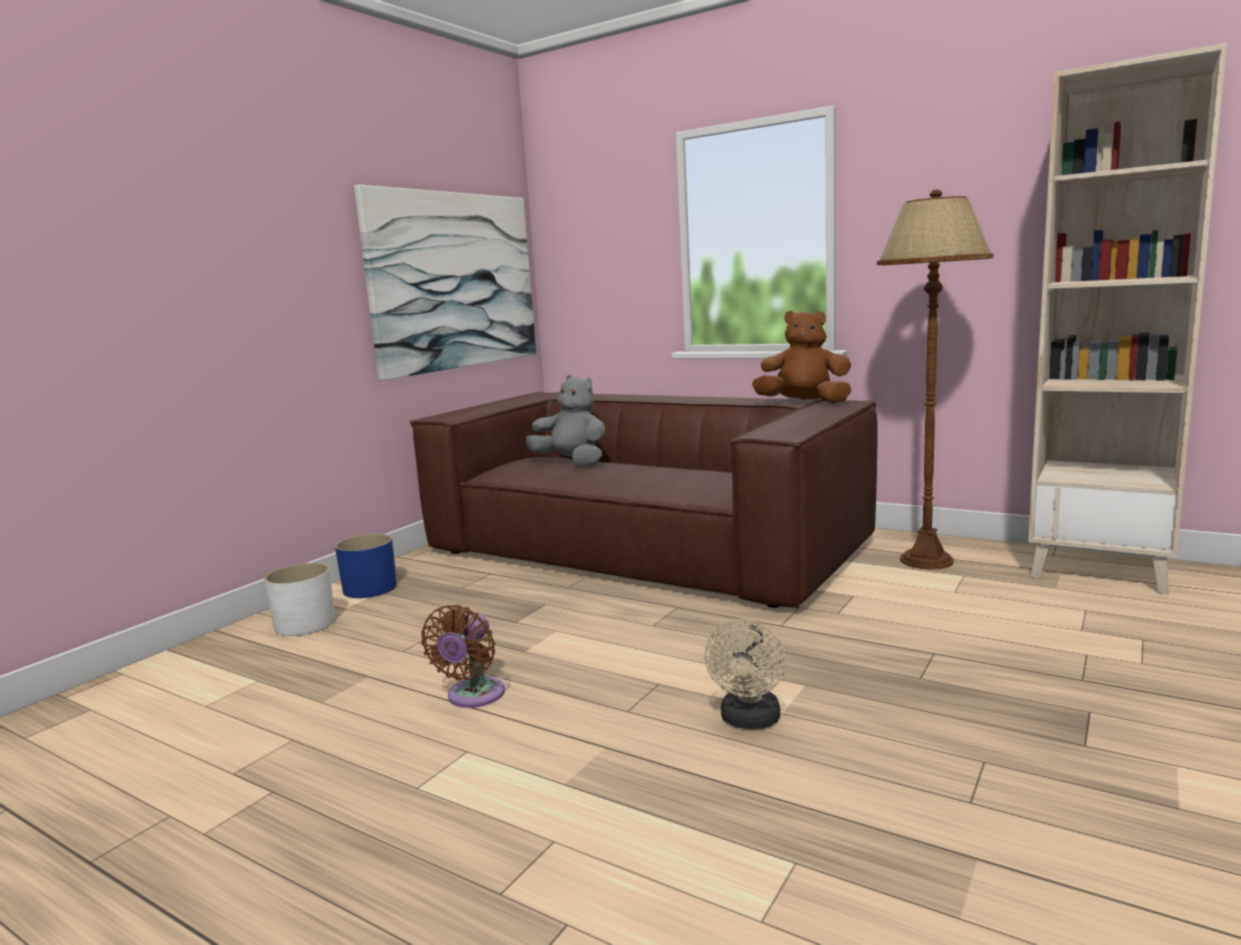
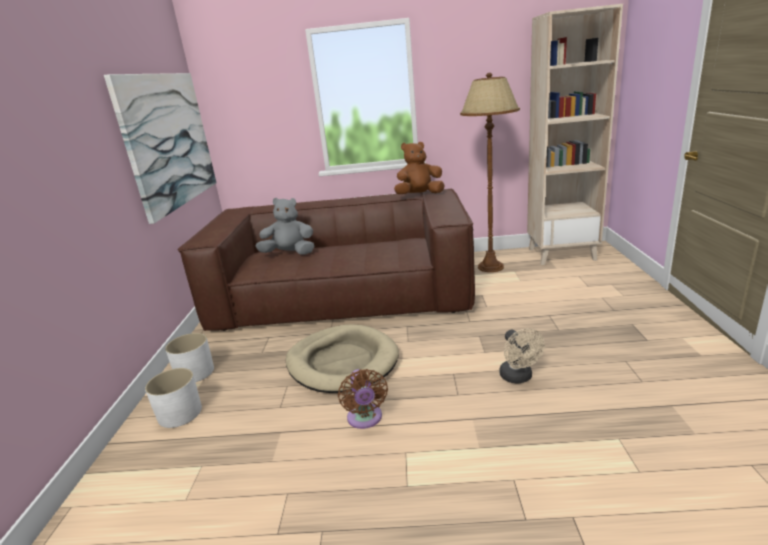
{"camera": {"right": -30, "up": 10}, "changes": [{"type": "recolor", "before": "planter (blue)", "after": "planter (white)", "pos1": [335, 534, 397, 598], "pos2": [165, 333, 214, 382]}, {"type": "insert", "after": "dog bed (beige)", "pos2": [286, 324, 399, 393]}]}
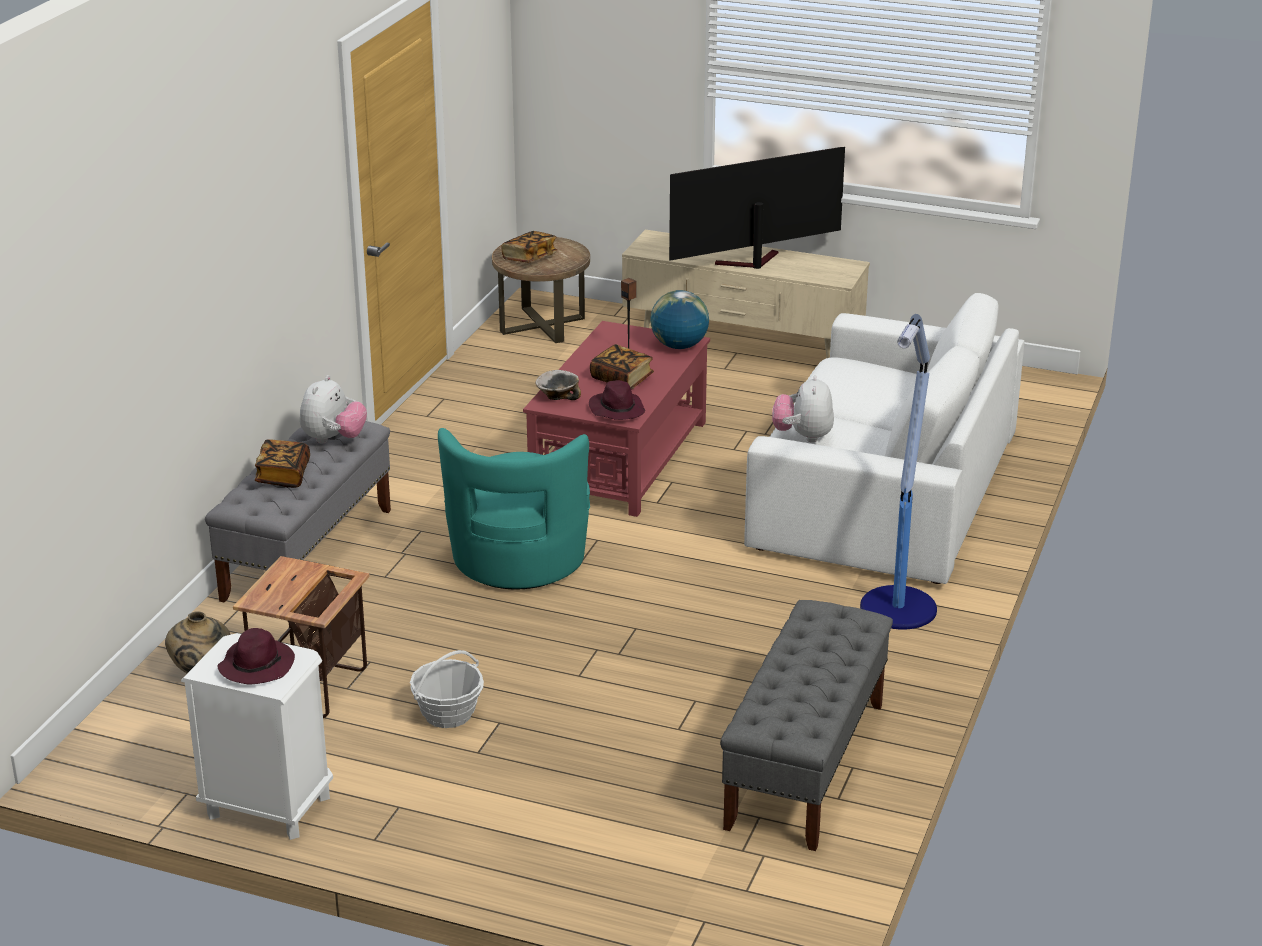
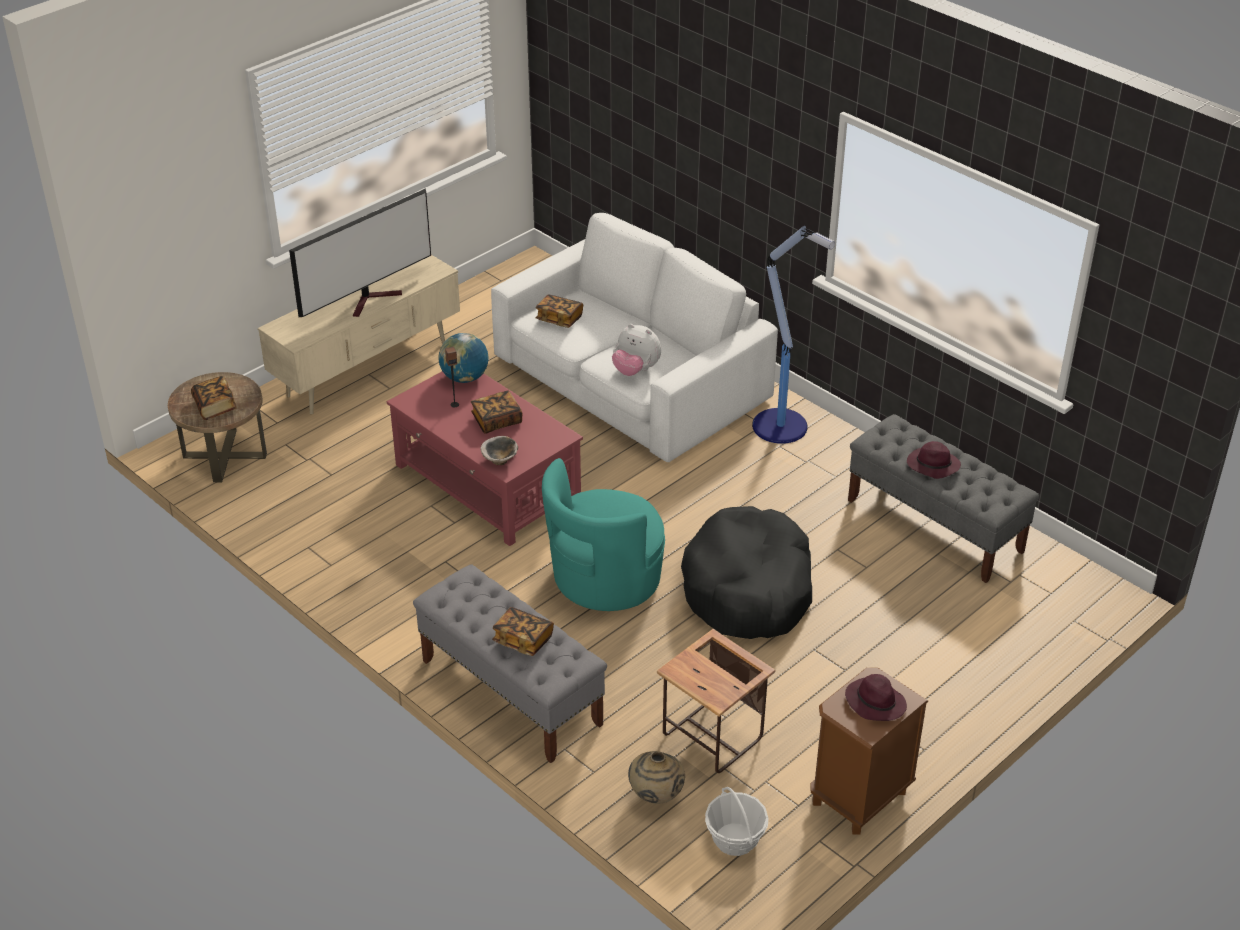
{"camera": {"right": -65, "up": 10}, "changes": [{"type": "recolor", "before": "nightstand (white)", "after": "nightstand (brown)", "pos1": [181, 633, 333, 840], "pos2": [810, 668, 928, 834]}, {"type": "delete", "before": "plush toy", "pos1": [300, 375, 367, 444]}, {"type": "move", "before": "basket", "pos1": [410, 650, 484, 728], "pos2": [705, 787, 768, 856]}, {"type": "rotate", "before": "armchair (turquoise)", "pos1": [438, 428, 590, 589], "pos2": [542, 458, 665, 611], "turn": 105}, {"type": "move", "before": "hat (purple)", "pos1": [589, 380, 645, 420], "pos2": [907, 441, 961, 479]}, {"type": "rotate", "before": "television", "pos1": [669, 147, 845, 269], "pos2": [289, 188, 431, 317], "turn": -135}, {"type": "insert", "after": "book", "pos2": [535, 294, 583, 328]}, {"type": "insert", "after": "dog bed (black)", "pos2": [681, 506, 812, 639]}]}
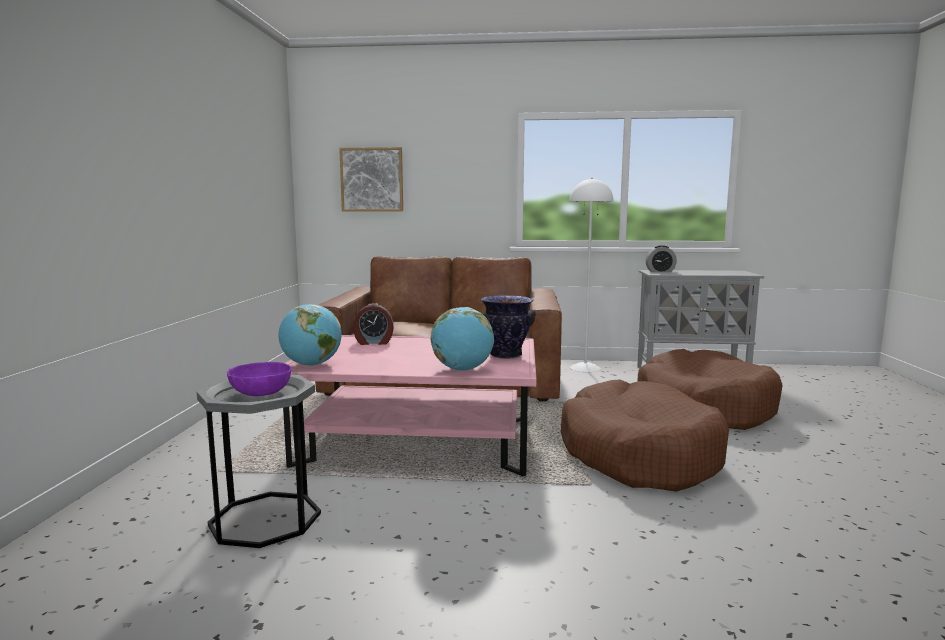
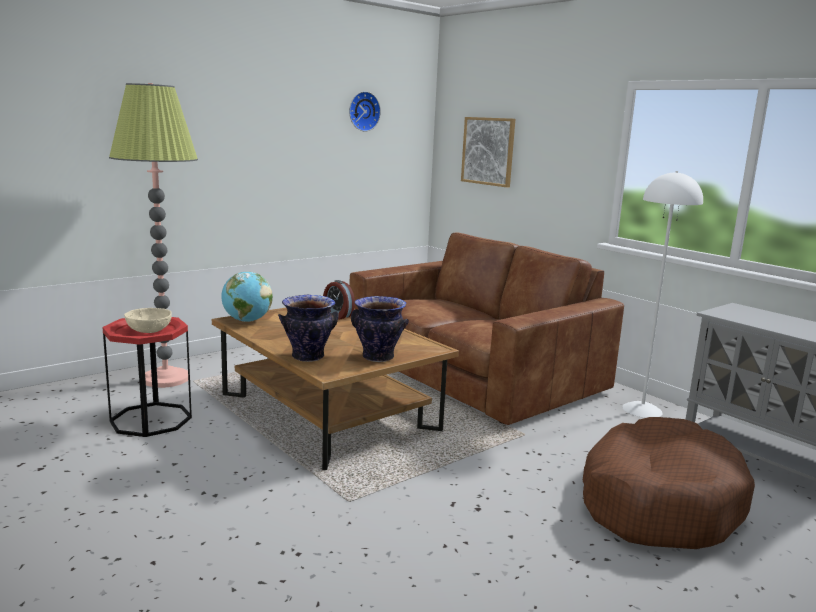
{"camera": {"right": 45, "up": 5}, "changes": [{"type": "recolor", "before": "side table (grey)", "after": "side table (red)", "pos1": [197, 375, 321, 548], "pos2": [102, 317, 192, 437]}, {"type": "recolor", "before": "bowl (purple)", "after": "bowl (beige)", "pos1": [227, 362, 292, 396], "pos2": [124, 308, 172, 333]}, {"type": "recolor", "before": "coffee table (pink)", "after": "coffee table (brown)", "pos1": [283, 335, 537, 477], "pos2": [212, 308, 459, 470]}, {"type": "replace", "before": "globe", "after": "vase", "pos1": [431, 307, 494, 371], "pos2": [278, 295, 339, 362]}, {"type": "delete", "before": "dog bed (brown)", "pos1": [561, 379, 729, 492]}, {"type": "delete", "before": "alarm clock", "pos1": [646, 245, 677, 272]}, {"type": "insert", "after": "floor lamp", "pos2": [109, 83, 198, 388]}, {"type": "insert", "after": "wall clock", "pos2": [349, 91, 381, 132]}]}
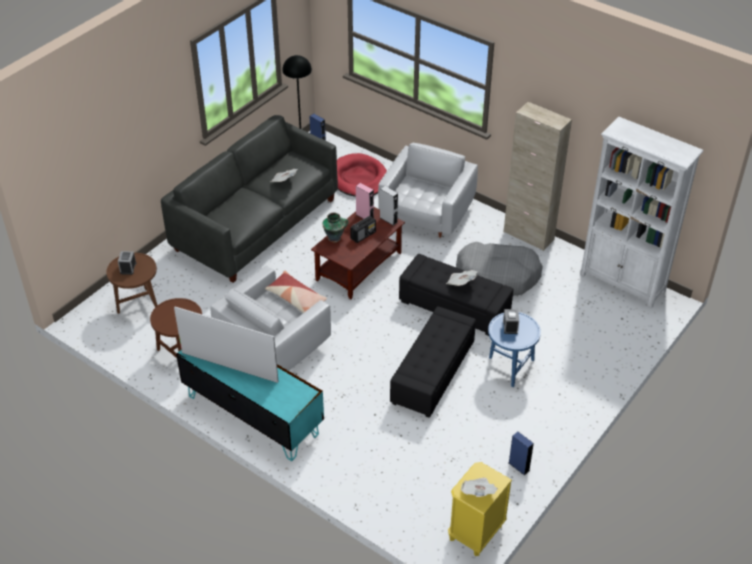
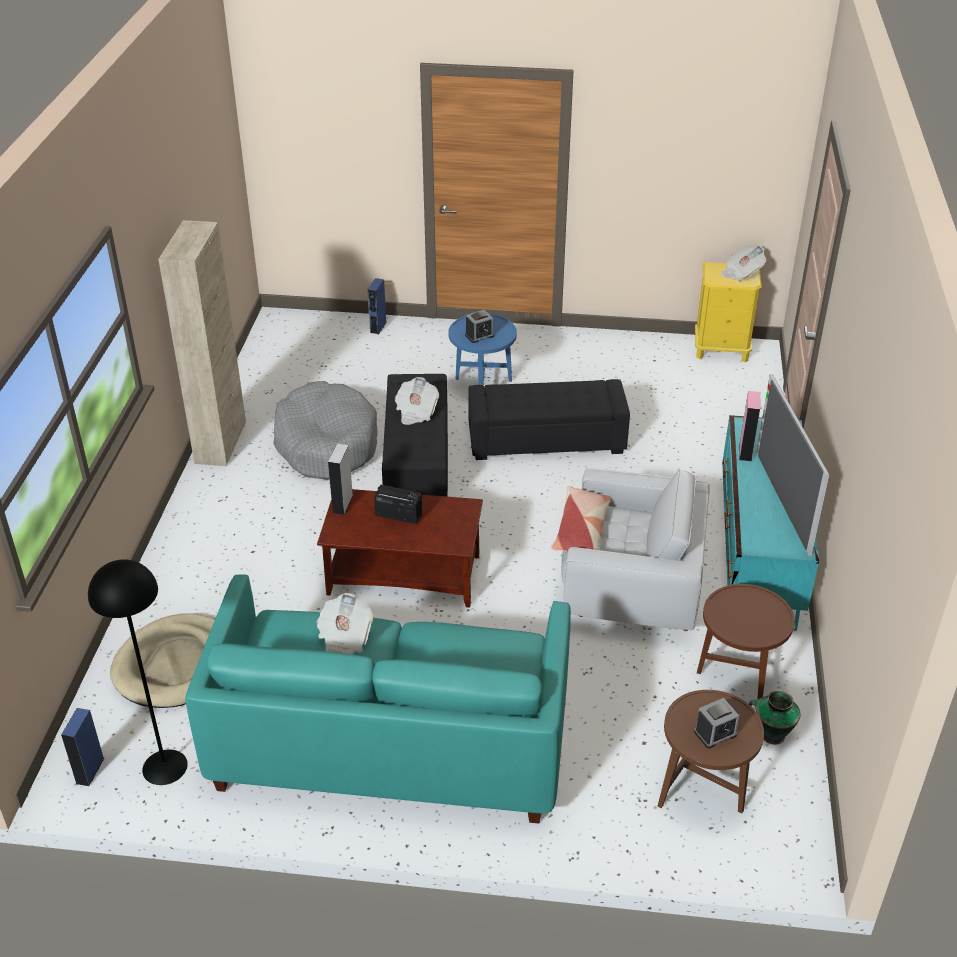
{"camera": {"right": -120, "up": -5}, "changes": [{"type": "recolor", "before": "sofa (grey)", "after": "sofa (turquoise)", "pos1": [161, 115, 338, 283], "pos2": [185, 574, 571, 823]}, {"type": "move", "before": "vase", "pos1": [322, 213, 348, 242], "pos2": [748, 690, 800, 745]}, {"type": "recolor", "before": "dog bed (red)", "after": "dog bed (beige)", "pos1": [337, 153, 387, 197], "pos2": [110, 614, 215, 708]}, {"type": "move", "before": "speaker (pink)", "pos1": [356, 183, 374, 219], "pos2": [739, 391, 760, 461]}, {"type": "delete", "before": "armchair (white)", "pos1": [378, 143, 478, 238]}, {"type": "move", "before": "speaker (blue)", "pos1": [509, 432, 534, 475], "pos2": [368, 278, 386, 334]}, {"type": "delete", "before": "bookcase (white)", "pos1": [580, 117, 703, 309]}]}
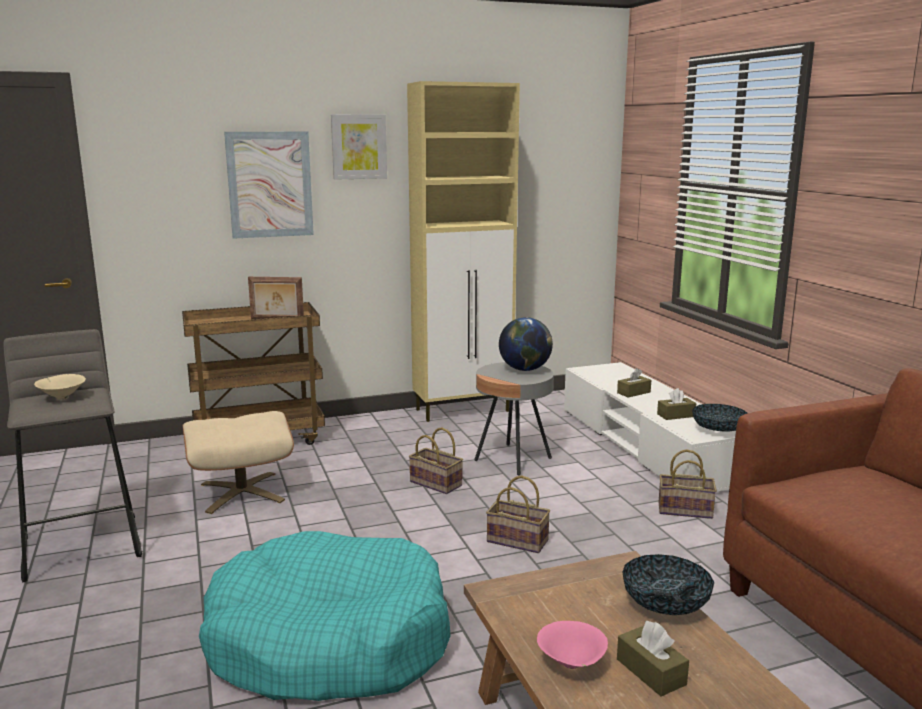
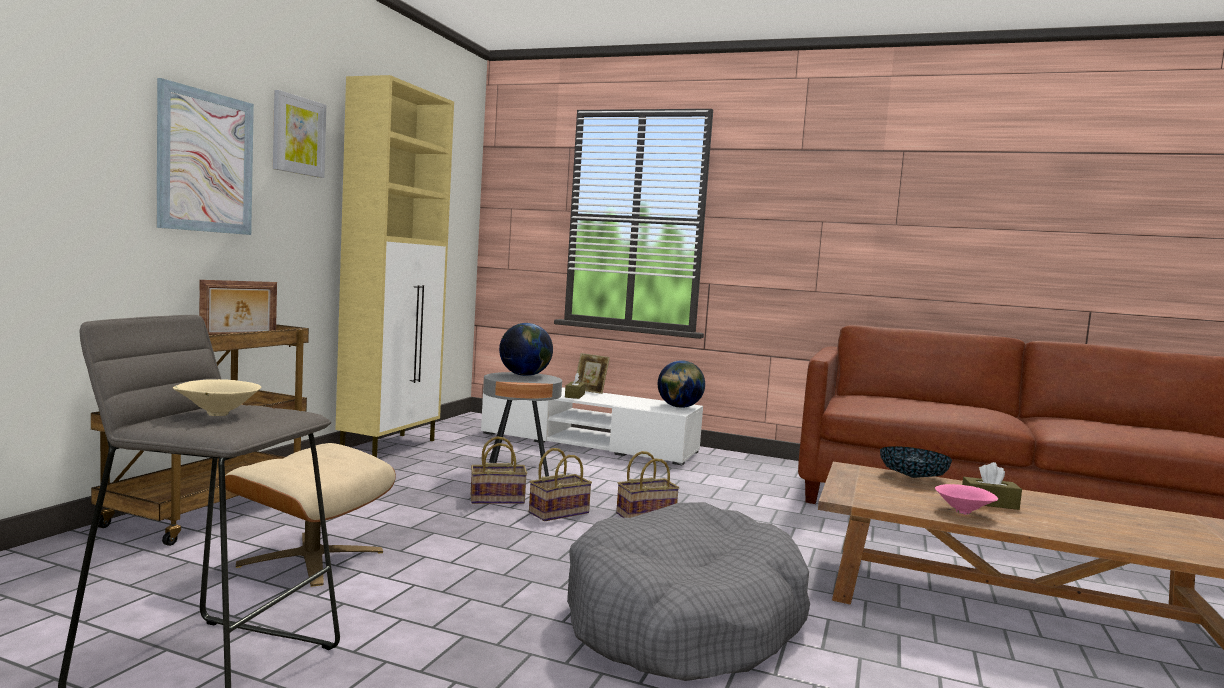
{"camera": {"right": -50, "up": -10}, "changes": [{"type": "recolor", "before": "dog bed (turquoise)", "after": "dog bed (grey)", "pos1": [199, 531, 450, 701], "pos2": [567, 502, 810, 681]}, {"type": "delete", "before": "tissue box (brown)", "pos1": [657, 388, 697, 420]}, {"type": "move", "before": "basket", "pos1": [659, 449, 717, 519], "pos2": [529, 448, 592, 521]}, {"type": "replace", "before": "bowl", "after": "globe", "pos1": [692, 404, 748, 431], "pos2": [658, 360, 705, 408]}, {"type": "insert", "after": "picture frame", "pos2": [576, 353, 610, 394]}]}
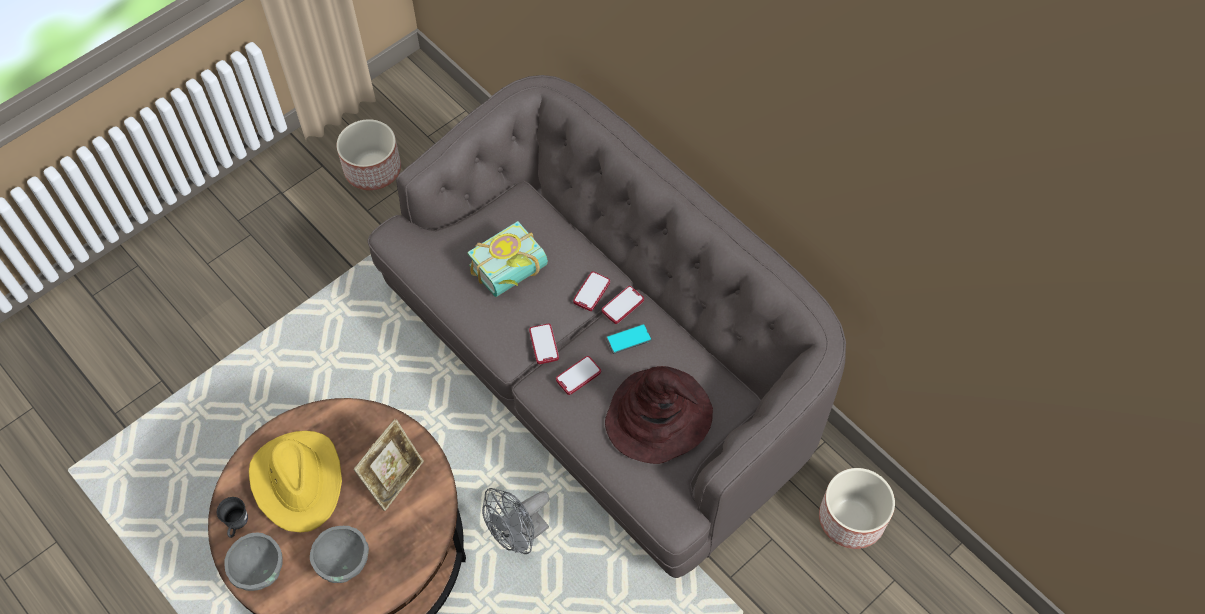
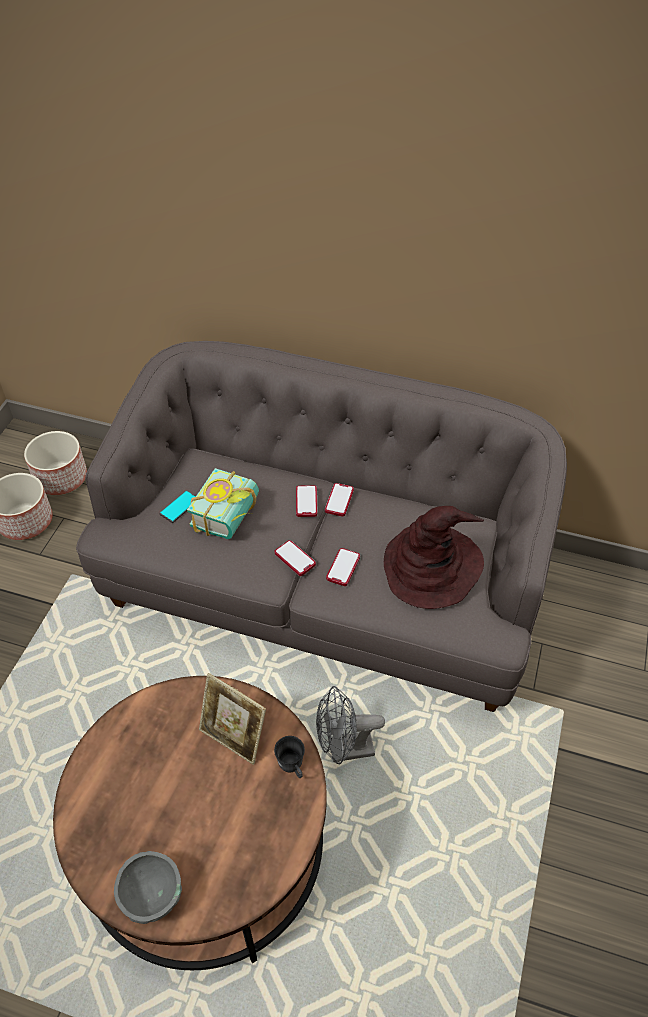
{"camera": {"right": -30, "up": -10}, "changes": [{"type": "move", "before": "mug (grey)", "pos1": [217, 497, 248, 538], "pos2": [274, 736, 305, 778]}, {"type": "delete", "before": "hat (yellow)", "pos1": [249, 431, 342, 532]}, {"type": "delete", "before": "bowl (grey)", "pos1": [310, 526, 369, 583]}, {"type": "rotate", "before": "picture frame", "pos1": [353, 419, 424, 511], "pos2": [199, 673, 266, 765], "turn": 120}, {"type": "rotate", "before": "fan (grey)", "pos1": [482, 488, 549, 554], "pos2": [316, 686, 385, 764], "turn": 60}, {"type": "move", "before": "phone", "pos1": [606, 324, 652, 354], "pos2": [159, 490, 196, 523]}, {"type": "move", "before": "planter", "pos1": [819, 468, 895, 549], "pos2": [24, 431, 87, 495]}]}
